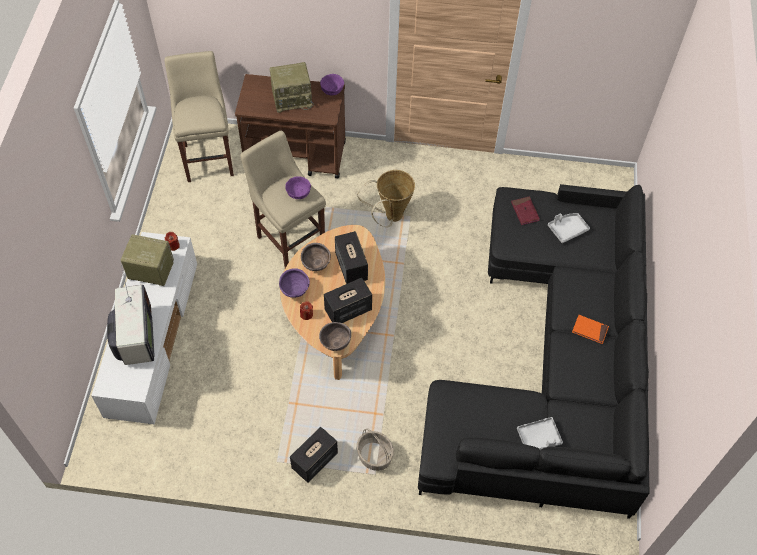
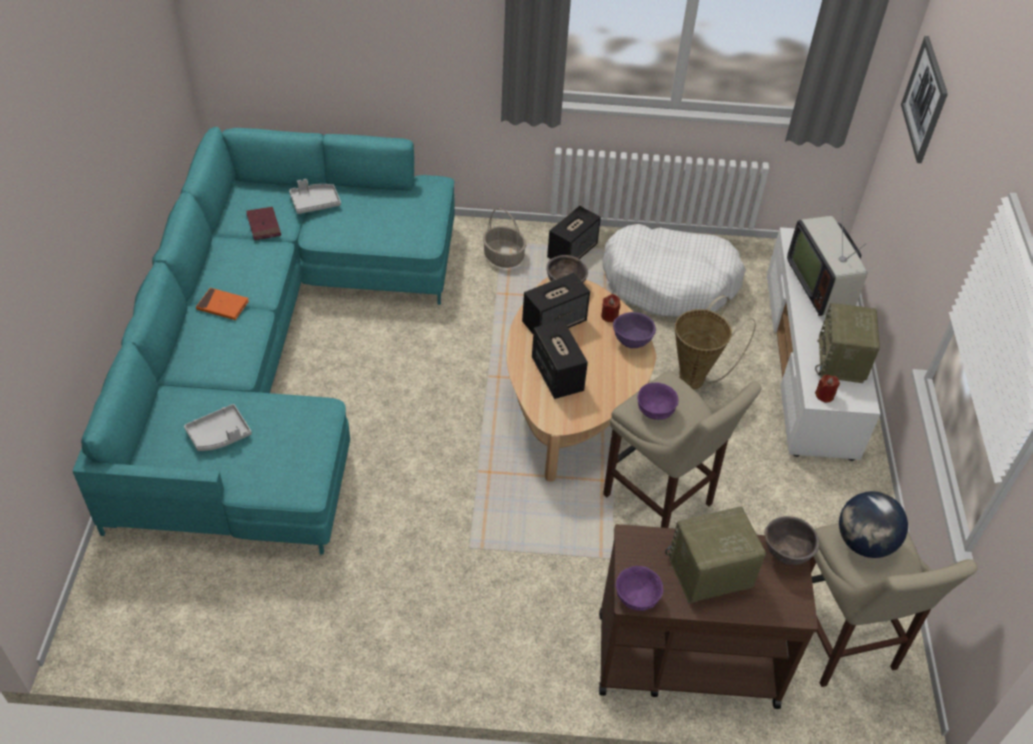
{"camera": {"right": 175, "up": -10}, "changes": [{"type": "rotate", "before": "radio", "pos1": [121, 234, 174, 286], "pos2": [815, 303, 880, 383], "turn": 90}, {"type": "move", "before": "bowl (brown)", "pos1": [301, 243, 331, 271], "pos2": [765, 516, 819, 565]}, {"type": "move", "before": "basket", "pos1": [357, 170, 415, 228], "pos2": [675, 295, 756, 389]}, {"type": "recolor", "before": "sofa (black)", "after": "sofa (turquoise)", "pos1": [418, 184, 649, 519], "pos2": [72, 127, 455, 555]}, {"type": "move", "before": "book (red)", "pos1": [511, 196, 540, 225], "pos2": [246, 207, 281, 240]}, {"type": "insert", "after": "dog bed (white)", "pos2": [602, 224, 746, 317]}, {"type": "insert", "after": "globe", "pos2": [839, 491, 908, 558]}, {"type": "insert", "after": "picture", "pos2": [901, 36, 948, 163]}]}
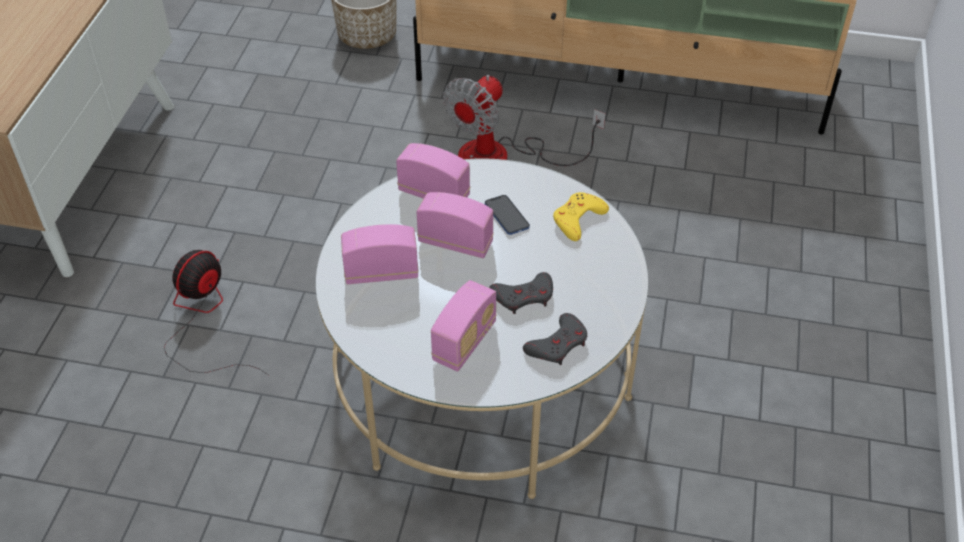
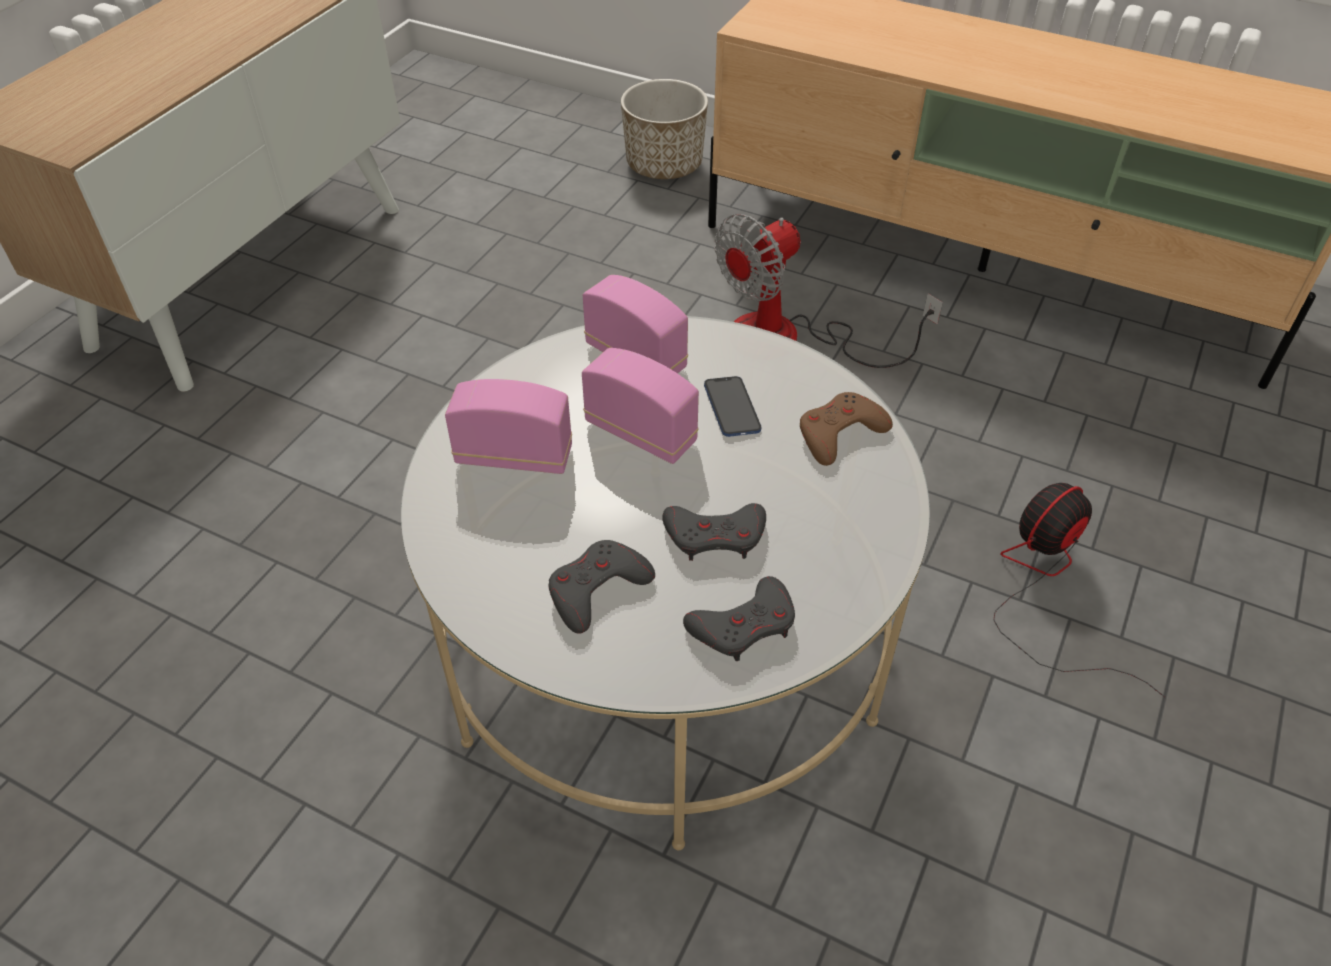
{"camera": {"right": 15, "up": 0}, "changes": [{"type": "move", "before": "fan", "pos1": [164, 250, 268, 375], "pos2": [994, 483, 1165, 697]}, {"type": "replace", "before": "radio", "after": "game controller (grey)", "pos1": [431, 280, 497, 371], "pos2": [548, 540, 655, 634]}, {"type": "recolor", "before": "game controller (yellow)", "after": "game controller (brown)", "pos1": [553, 192, 609, 241], "pos2": [800, 392, 893, 466]}]}
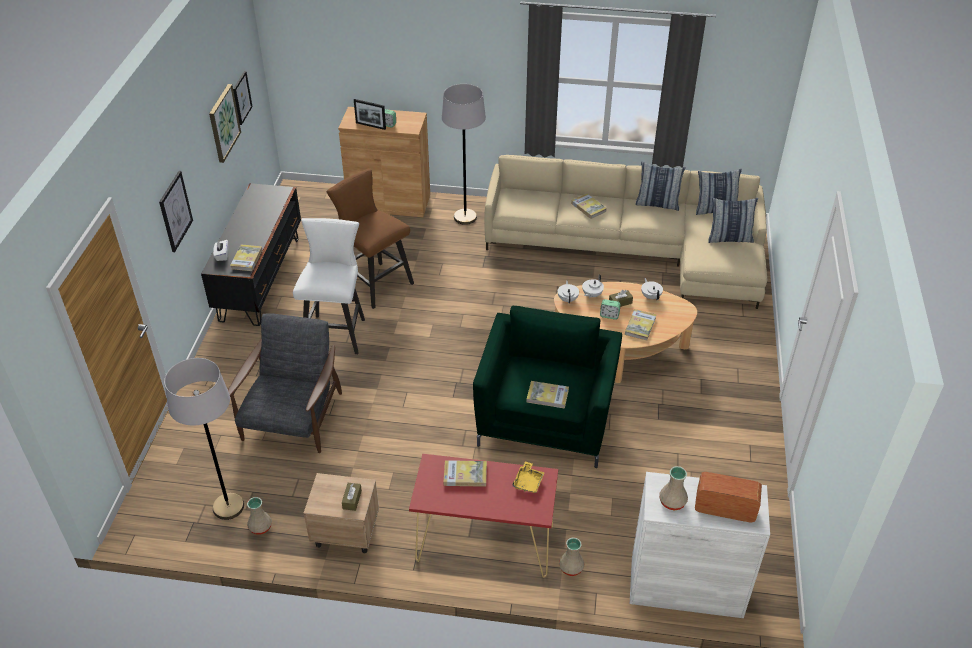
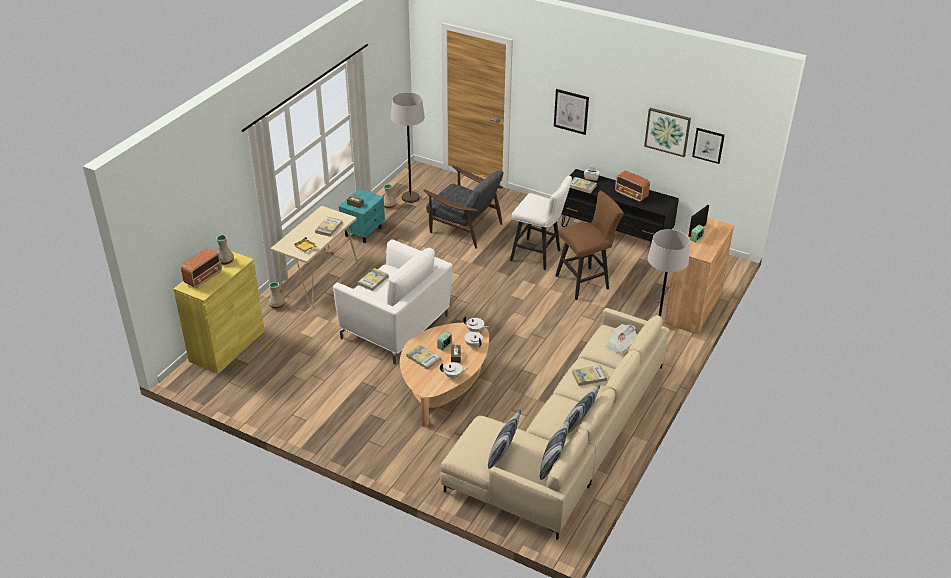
{"camera": {"right": 110, "up": -5}, "changes": [{"type": "recolor", "before": "nightstand (beige)", "after": "nightstand (turquoise)", "pos1": [304, 473, 379, 554], "pos2": [339, 189, 385, 243]}, {"type": "recolor", "before": "console table (red)", "after": "console table (beige)", "pos1": [409, 454, 558, 578], "pos2": [270, 206, 358, 306]}, {"type": "recolor", "before": "armchair (green)", "after": "armchair (white)", "pos1": [473, 306, 622, 468], "pos2": [333, 239, 453, 364]}, {"type": "recolor", "before": "cabinet (white)", "after": "cabinet (yellow)", "pos1": [630, 472, 770, 618], "pos2": [173, 251, 265, 374]}, {"type": "insert", "after": "newspaper", "pos2": [605, 324, 637, 354]}, {"type": "insert", "after": "radio", "pos2": [615, 171, 650, 202]}]}
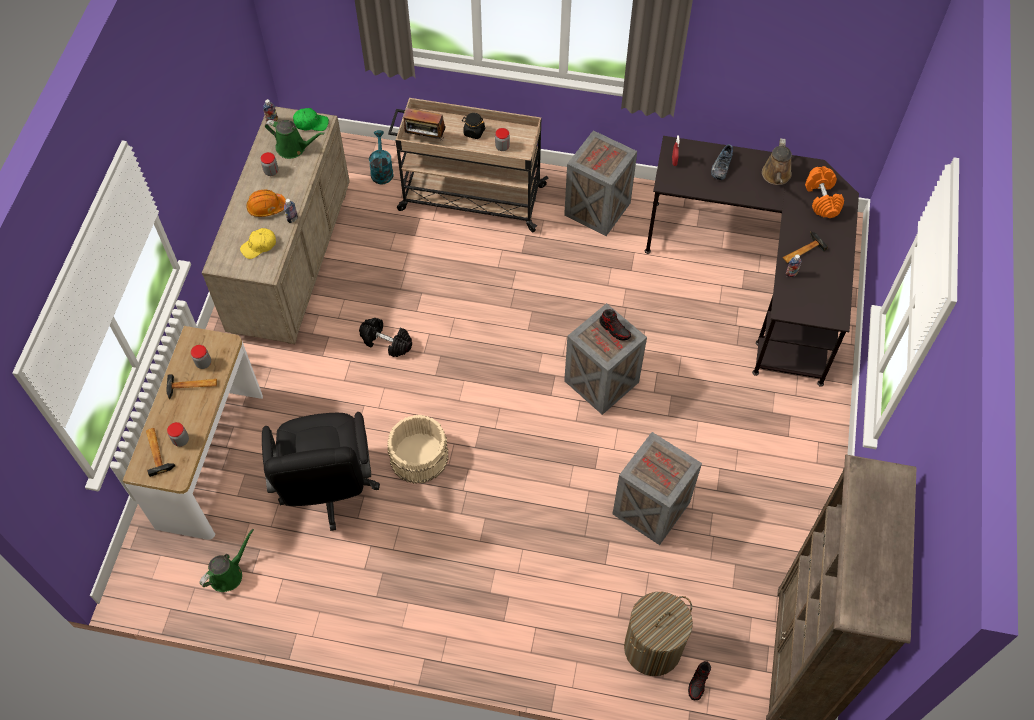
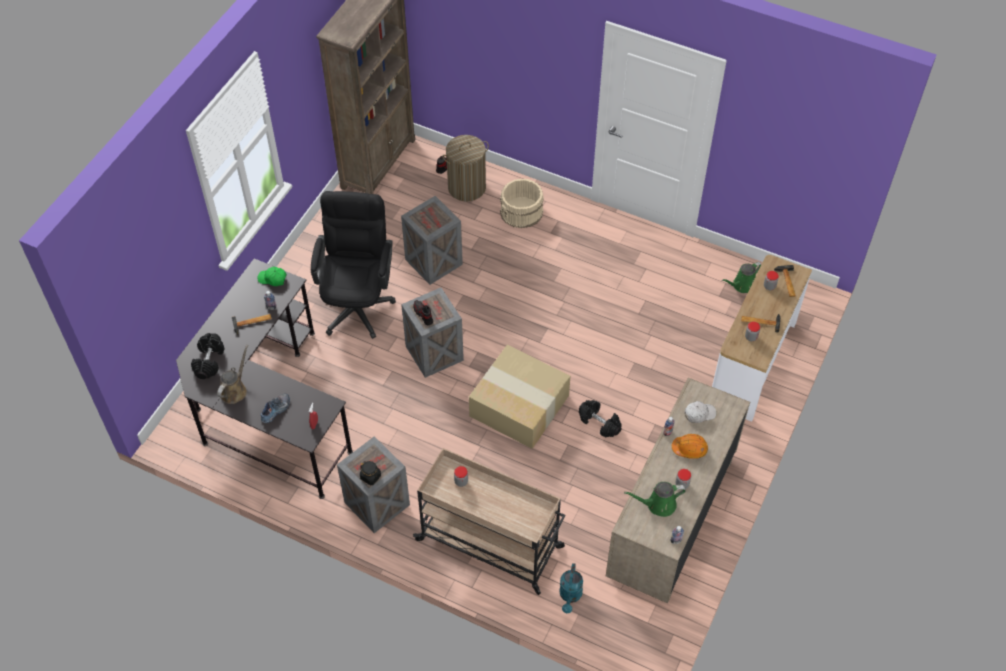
{"camera": {"right": -165, "up": -5}, "changes": [{"type": "recolor", "before": "cap (yellow)", "after": "cap (white)", "pos1": [240, 228, 276, 259], "pos2": [685, 401, 716, 423]}, {"type": "move", "before": "office chair (black)", "pos1": [262, 412, 380, 531], "pos2": [311, 191, 396, 339]}, {"type": "rotate", "before": "watering can (green)", "pos1": [265, 120, 324, 159], "pos2": [624, 482, 686, 517], "turn": -45}, {"type": "move", "before": "cap (green)", "pos1": [293, 108, 329, 131], "pos2": [258, 267, 287, 286]}, {"type": "move", "before": "bucket (beige)", "pos1": [387, 414, 449, 484], "pos2": [500, 179, 544, 228]}, {"type": "delete", "before": "radio", "pos1": [403, 108, 446, 139]}, {"type": "move", "before": "jar (black)", "pos1": [463, 113, 485, 139], "pos2": [360, 461, 381, 485]}, {"type": "recolor", "before": "dumbbell (orange)", "after": "dumbbell (black)", "pos1": [805, 166, 844, 218], "pos2": [191, 333, 225, 379]}, {"type": "insert", "after": "cardboard box", "pos2": [469, 345, 570, 449]}]}
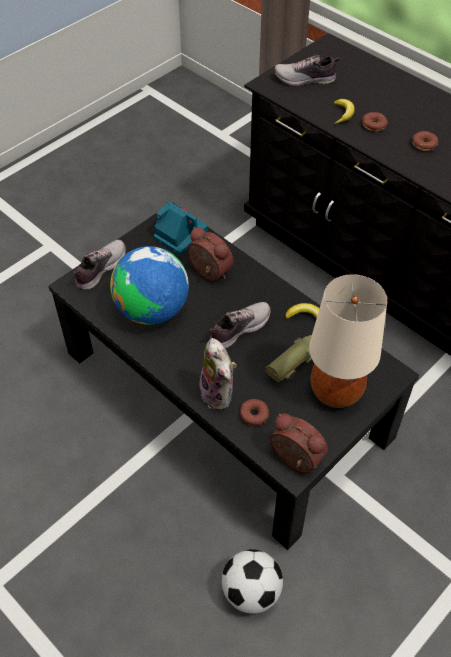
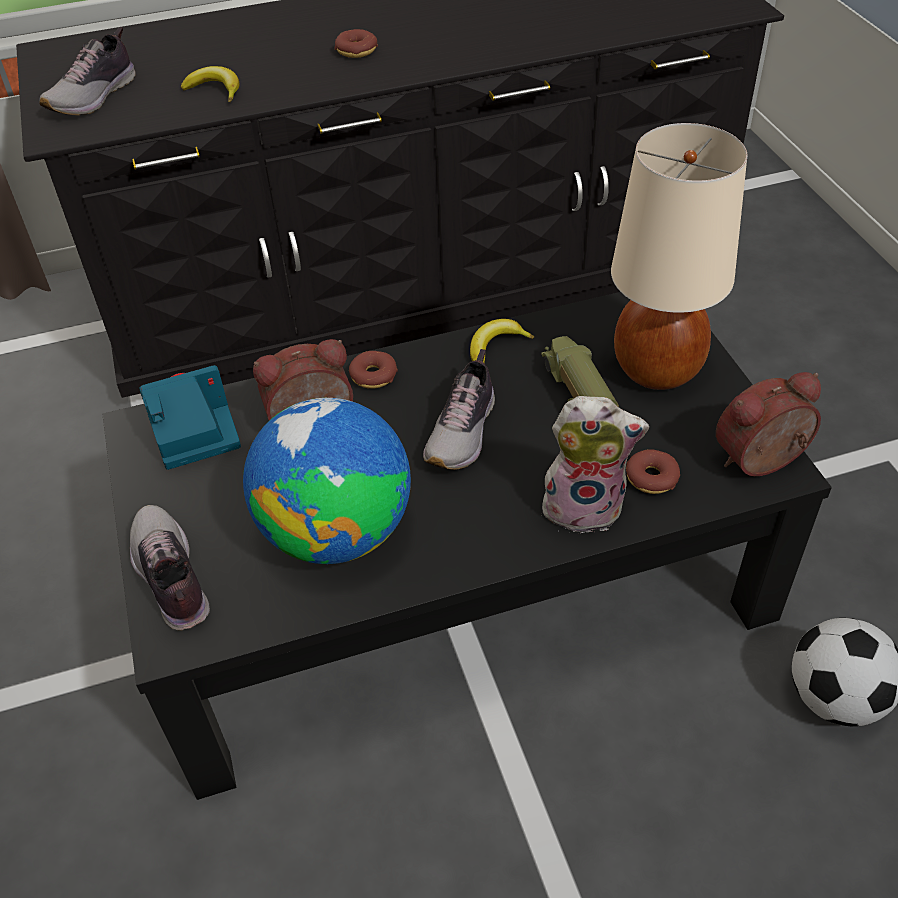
{"camera": {"right": -60, "up": -5}, "changes": [{"type": "rotate", "before": "shoe", "pos1": [209, 302, 271, 348], "pos2": [423, 349, 495, 470], "turn": -150}, {"type": "move", "before": "donut", "pos1": [362, 112, 388, 131], "pos2": [349, 351, 398, 389]}]}
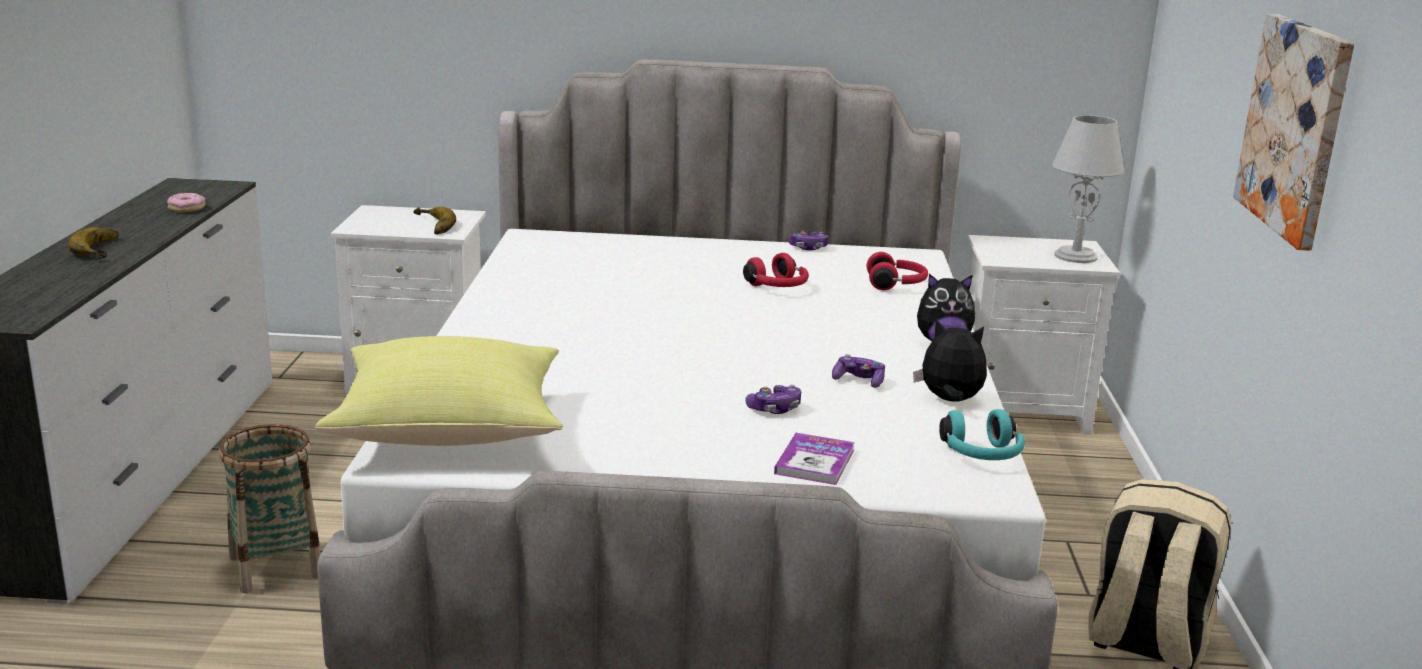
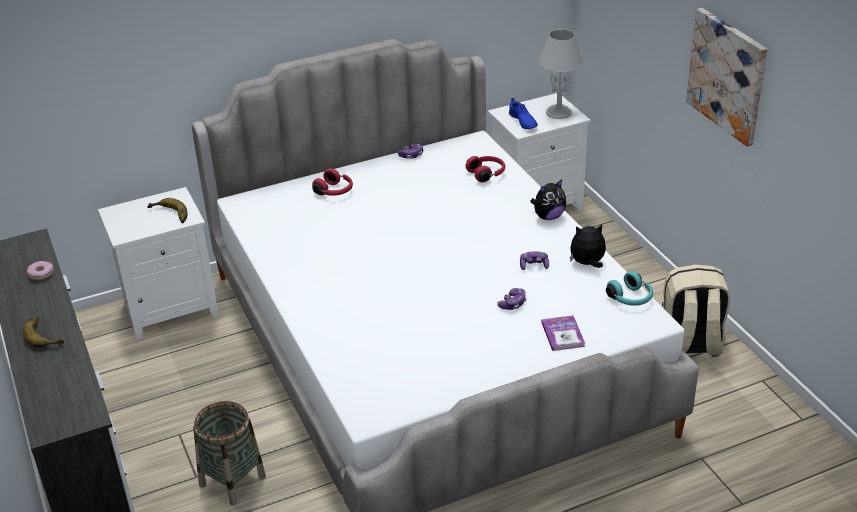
{"camera": {"right": -25, "up": 15}, "changes": [{"type": "delete", "before": "pillow (yellow)", "pos1": [315, 336, 563, 446]}, {"type": "move", "before": "headphones (red)", "pos1": [743, 253, 809, 287], "pos2": [312, 168, 353, 196]}, {"type": "insert", "after": "shoe (blue)", "pos2": [509, 98, 538, 129]}]}
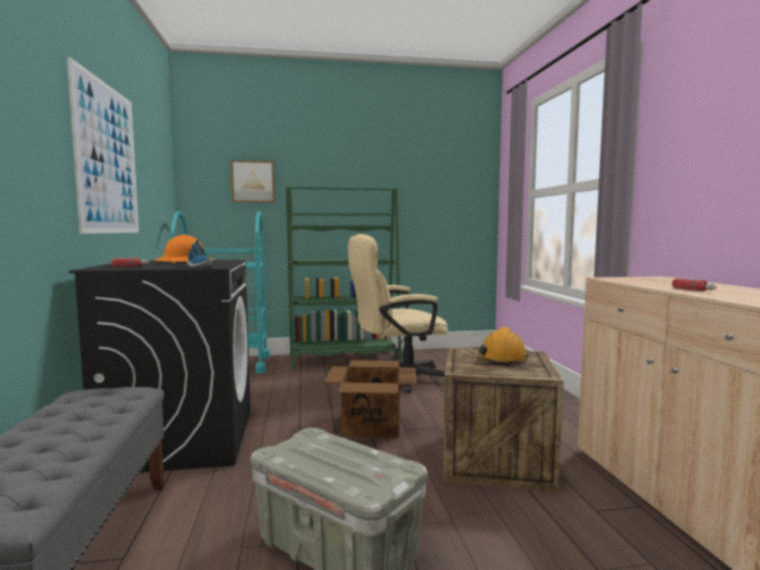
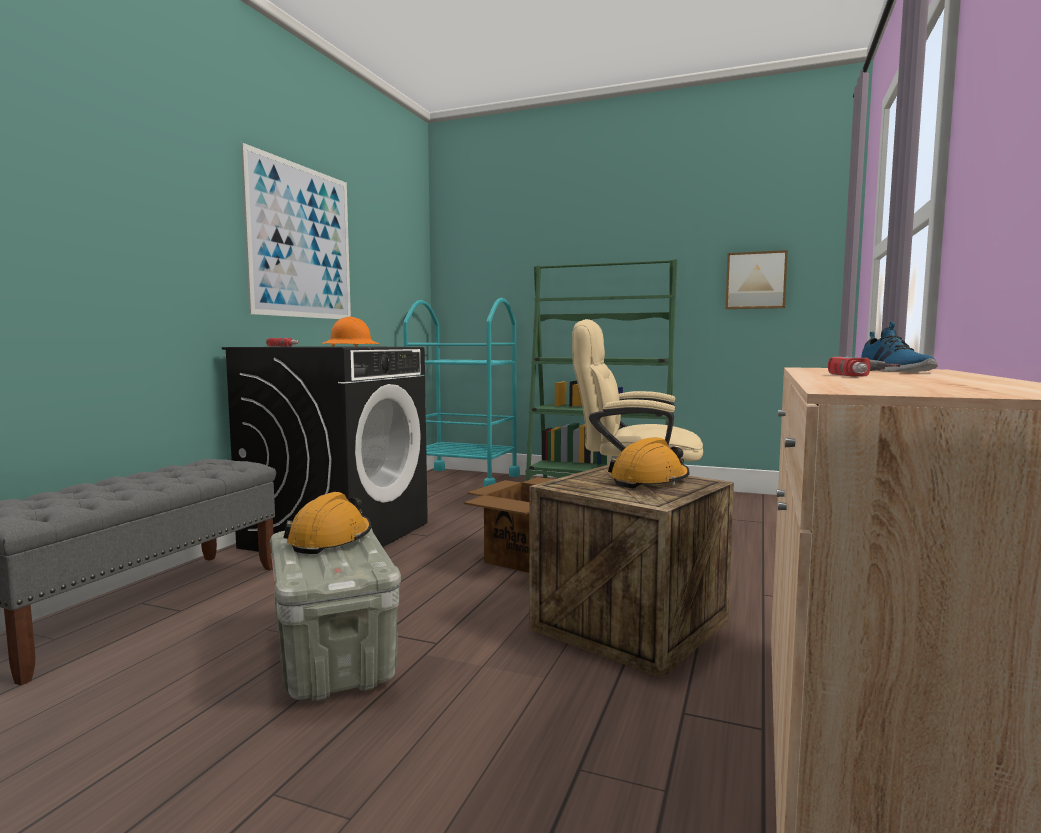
{"camera": {"right": 30, "up": 0}, "changes": [{"type": "move", "before": "shoe", "pos1": [187, 240, 213, 267], "pos2": [861, 322, 938, 372]}, {"type": "move", "before": "picture", "pos1": [231, 160, 275, 203], "pos2": [726, 250, 788, 309]}, {"type": "insert", "after": "hard hat (orange)", "pos2": [283, 492, 371, 554]}]}
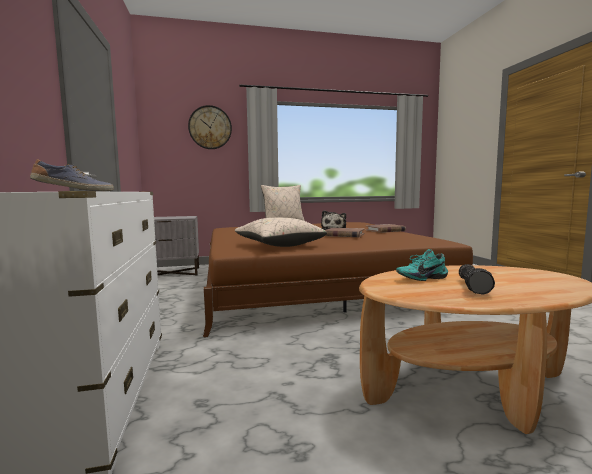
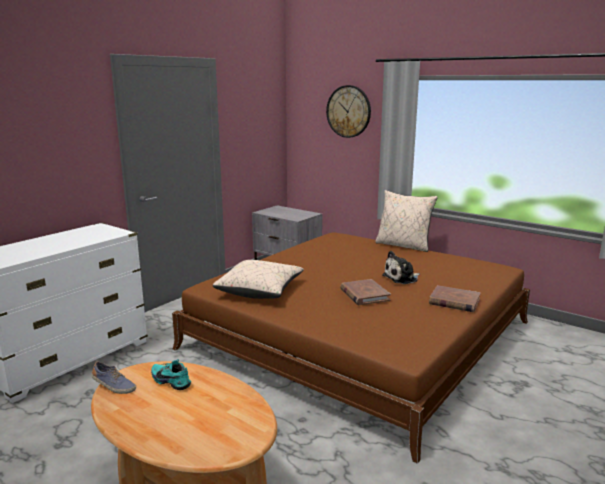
{"camera": {"right": 50, "up": 10}, "changes": [{"type": "move", "before": "shoe", "pos1": [30, 159, 114, 191], "pos2": [91, 361, 136, 394]}, {"type": "delete", "before": "flashlight", "pos1": [459, 264, 495, 295]}]}
